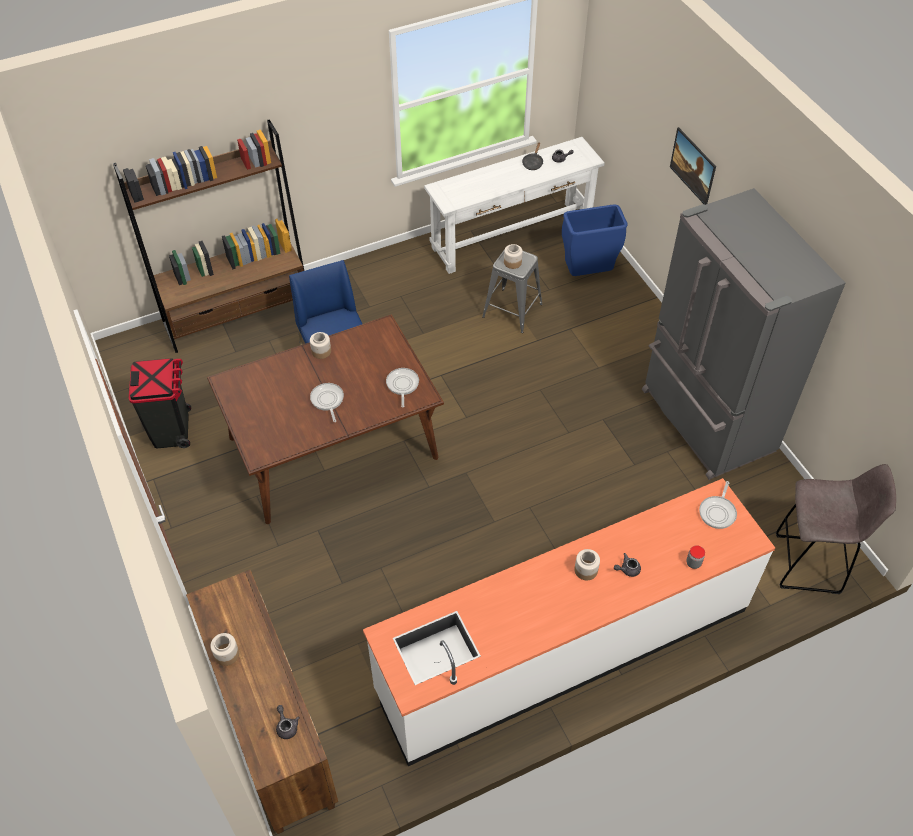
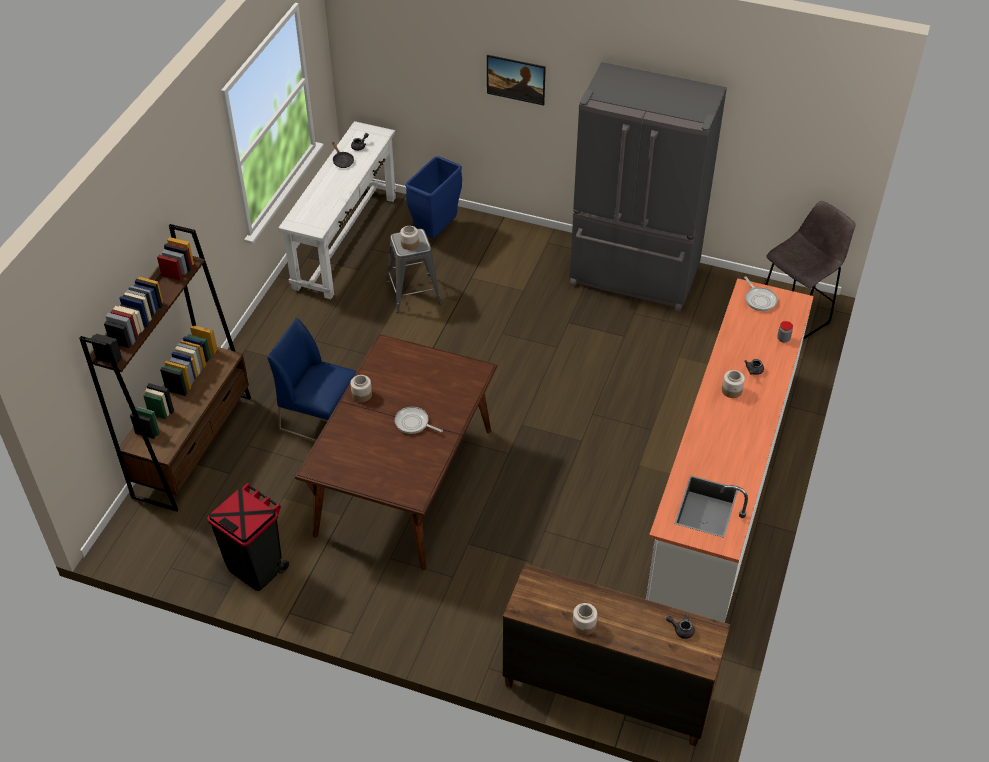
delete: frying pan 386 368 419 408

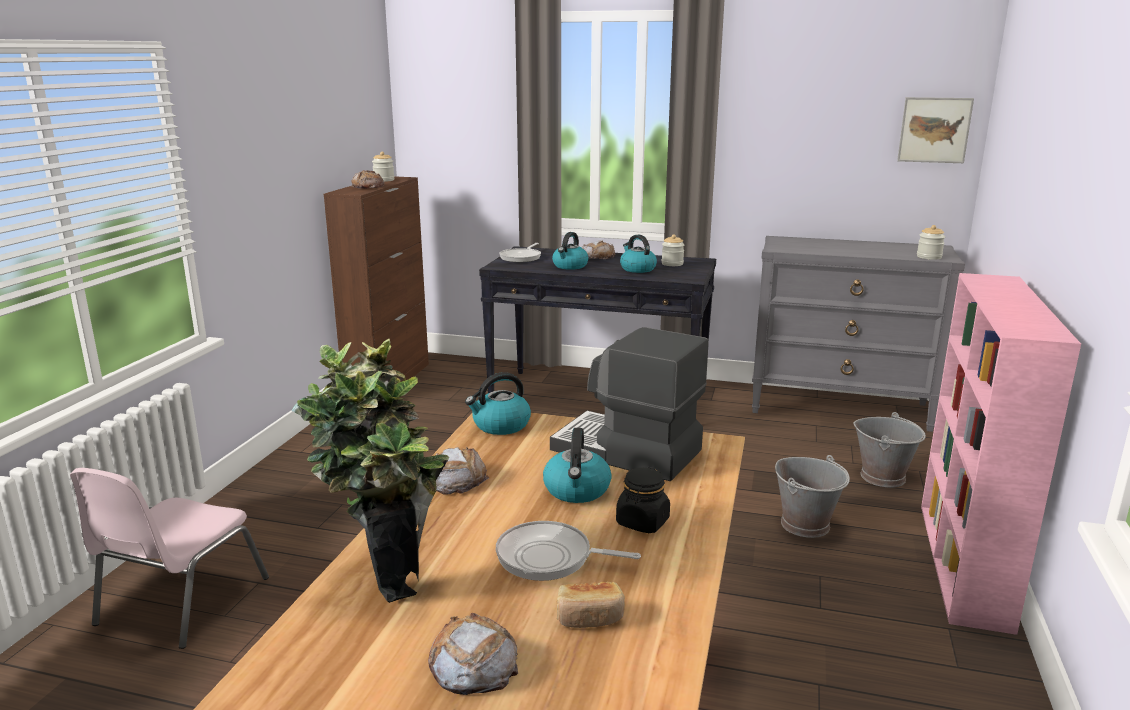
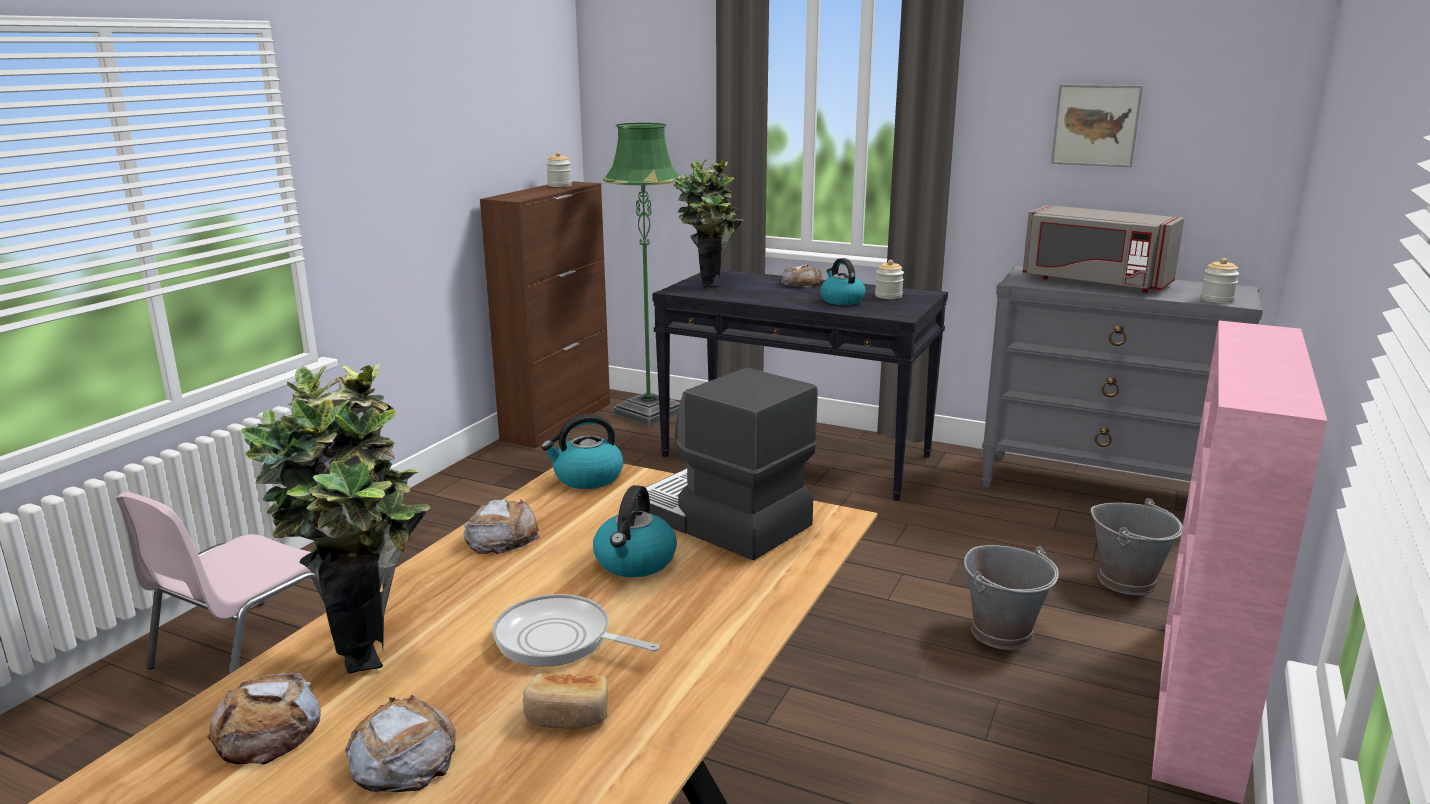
delete: kettle 552 232 588 270; black jar 616 467 670 533
insert: green floor lamp 603 123 682 427; grey microwave 1023 205 1184 293
move: bread 351 170 384 189 to 207 673 321 765; picture 897 97 974 163 to 1051 84 1143 167
replace: frying pan 500 243 541 263 to potted plant 673 159 744 288

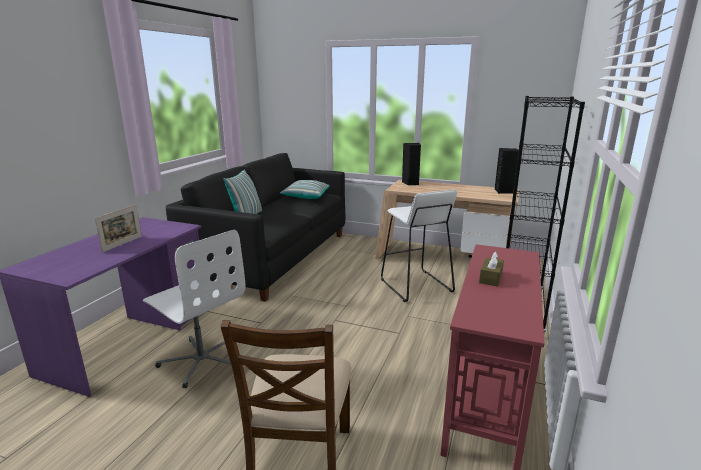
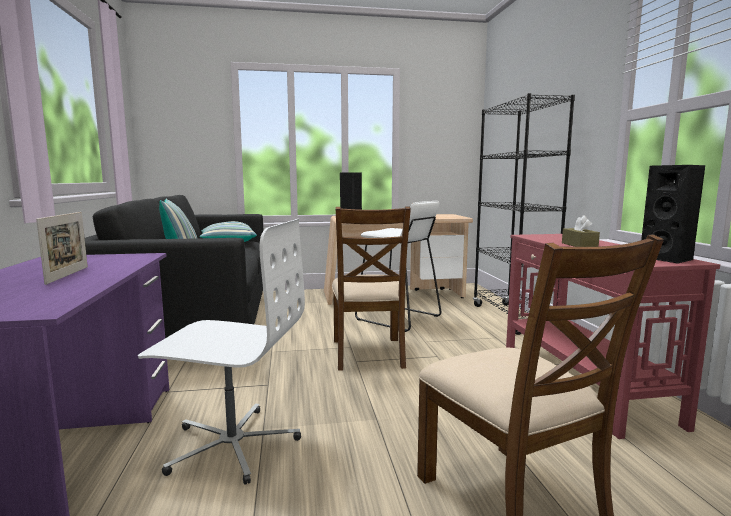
insert: brown chair 332 207 411 371
move: black speaker 495 148 519 194 to 641 165 705 264

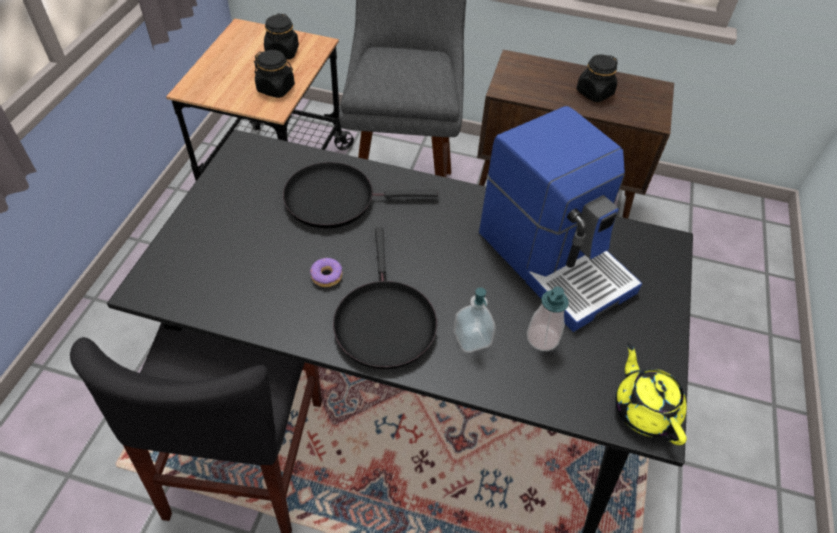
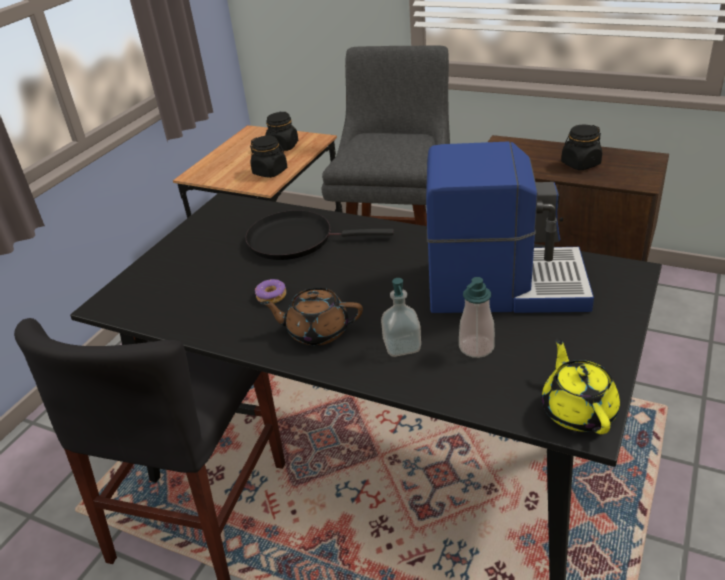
replace: black frying pan 333 228 437 369 to brown teapot 261 288 363 346
rotate: coffee machine 479 106 642 332 = 426 141 594 313 60 degrees counterclockwise

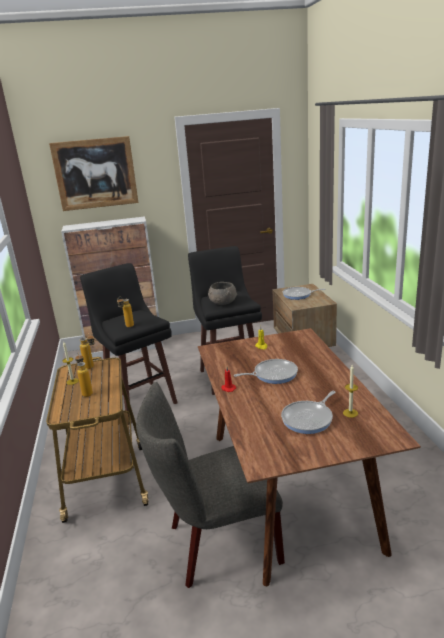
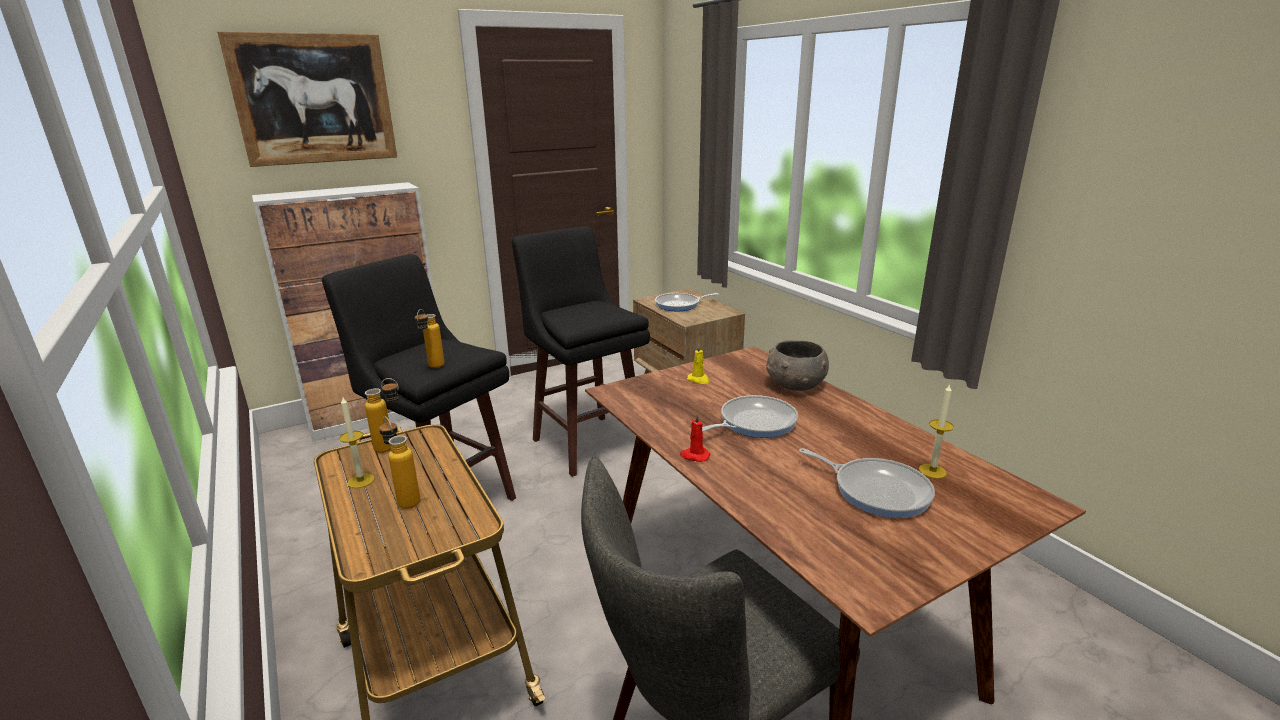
move: grey bowl 208 282 237 305 to 766 340 829 391
rotate: frying pan 281 391 336 434 = 799 448 935 518 75 degrees counterclockwise

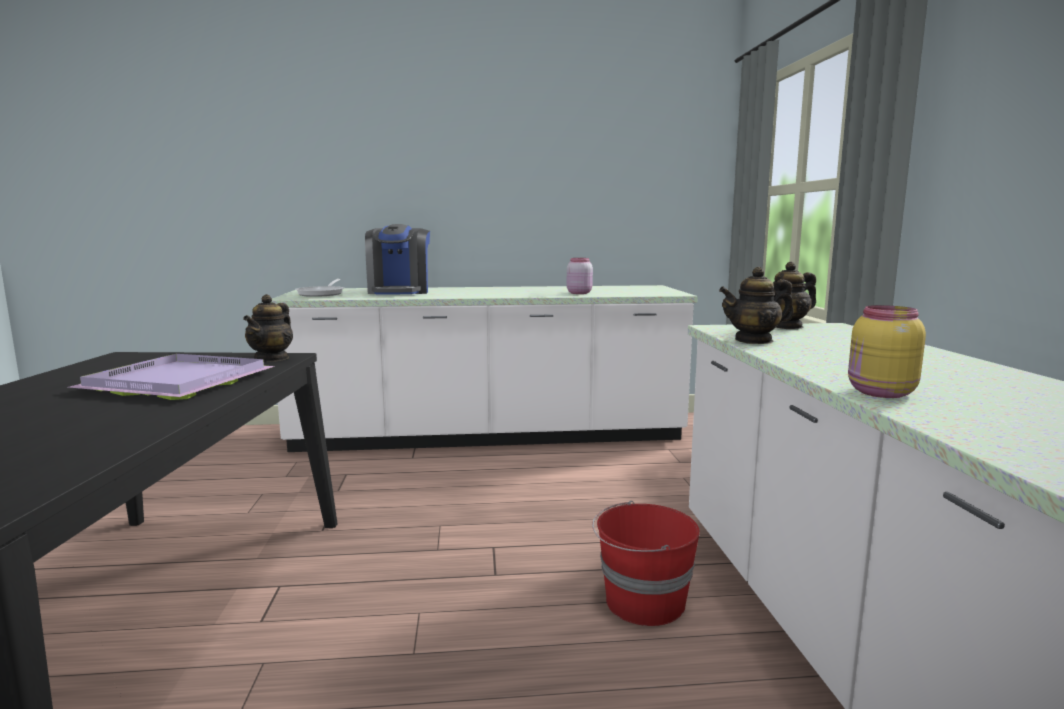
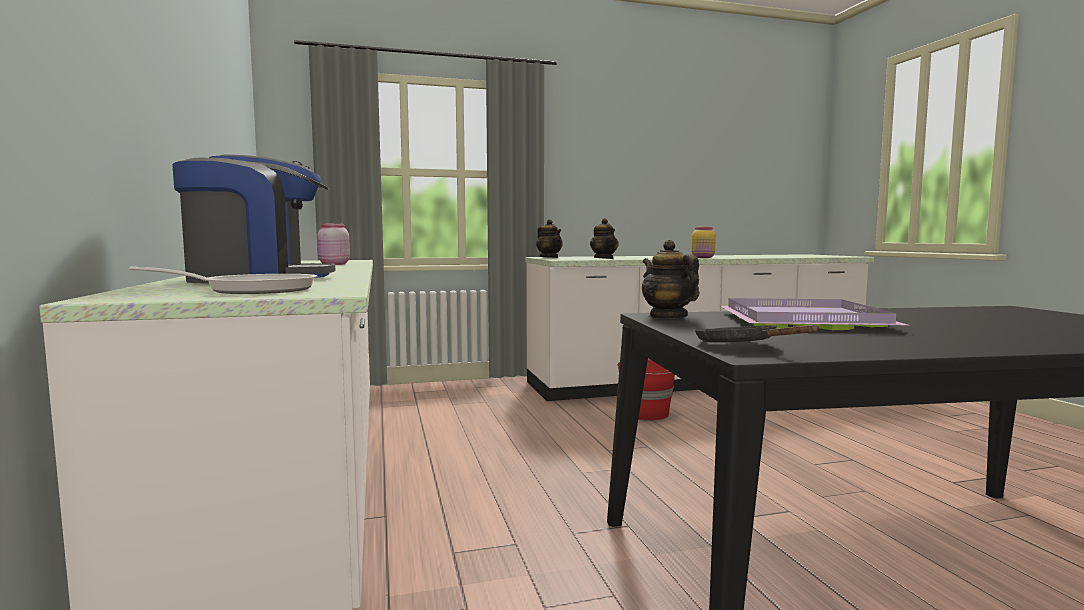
insert: black frying pan 695 325 818 343
rotate: teapot 243 294 293 362 = 642 240 699 319 120 degrees counterclockwise

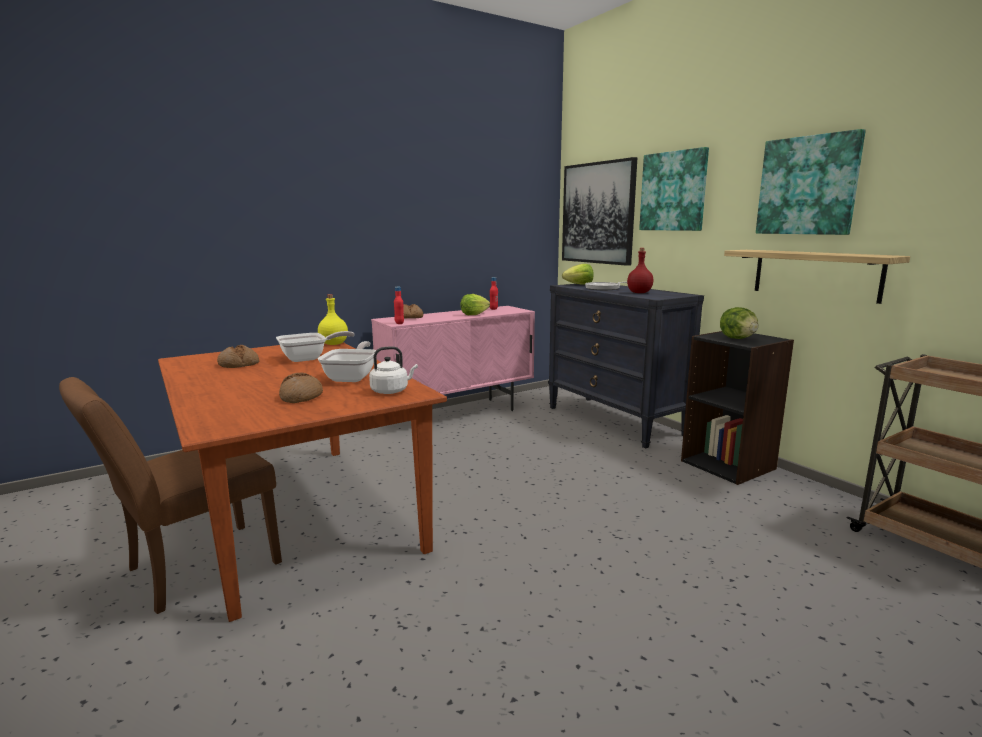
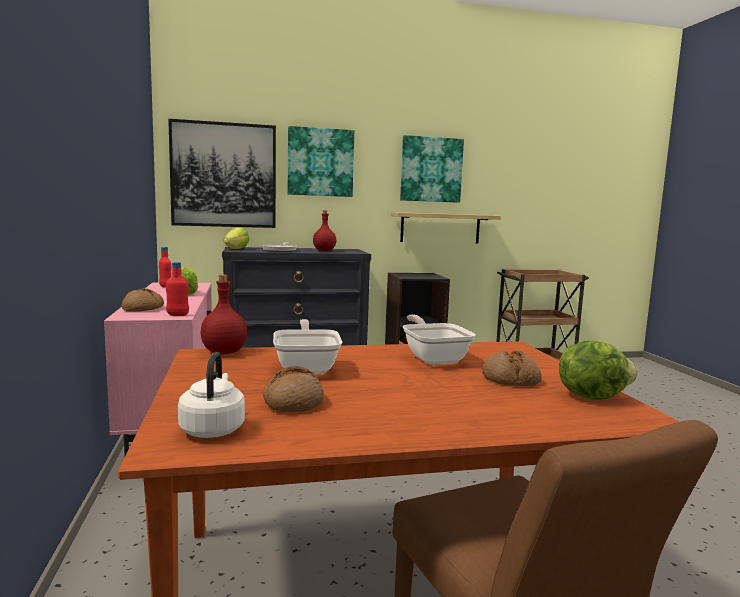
move: white kettle 369 346 418 394 to 178 352 245 438; lettuce 720 307 758 339 to 559 340 638 400
recolor: yellow bottle 318 294 348 345 to red bottle 200 275 247 354
rotate: frying pan 317 341 376 382 = 403 315 476 365 45 degrees clockwise

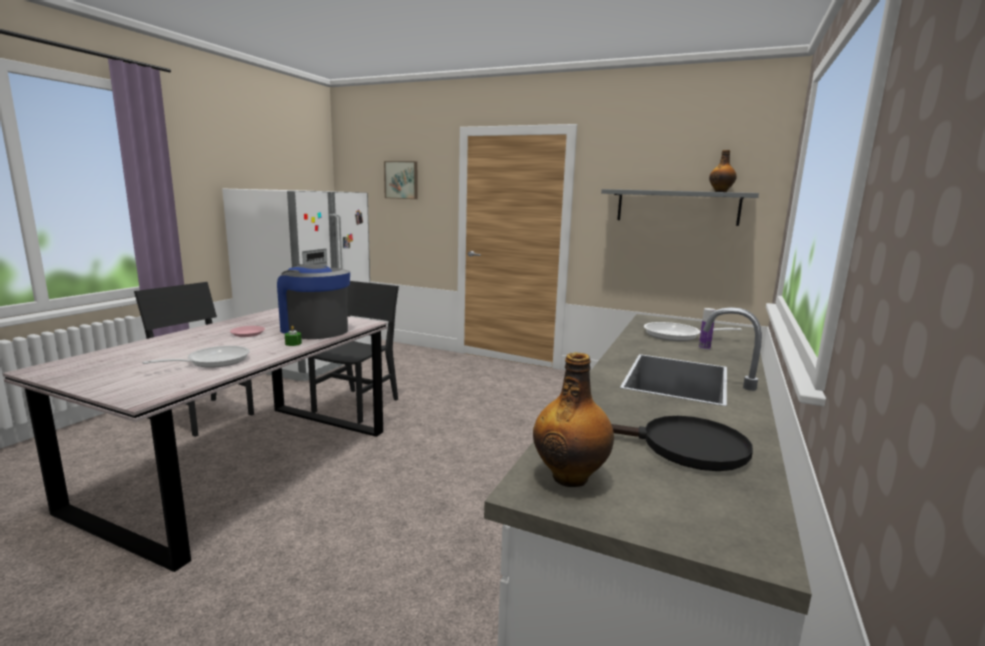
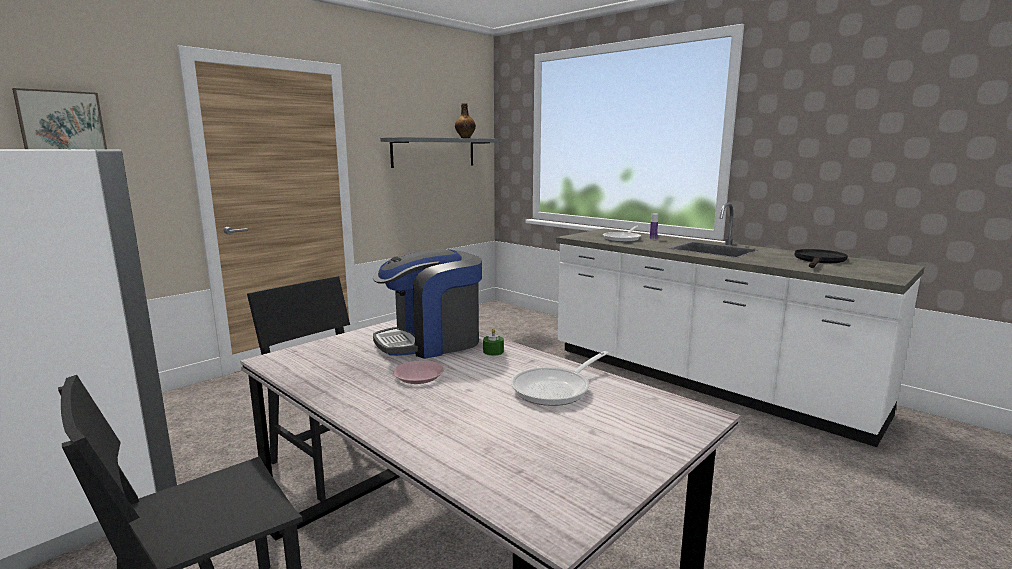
delete: bottle 533 352 614 487
rotate: frying pan 142 346 250 368 = 511 351 609 406 105 degrees counterclockwise

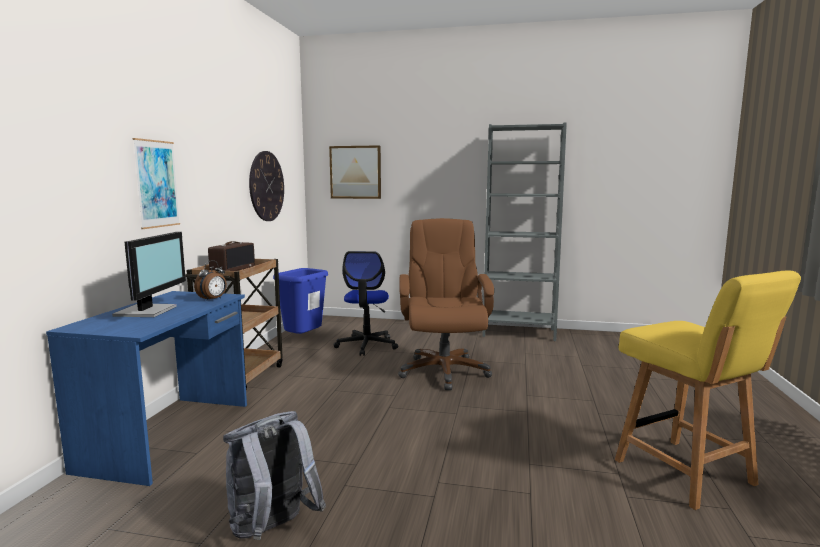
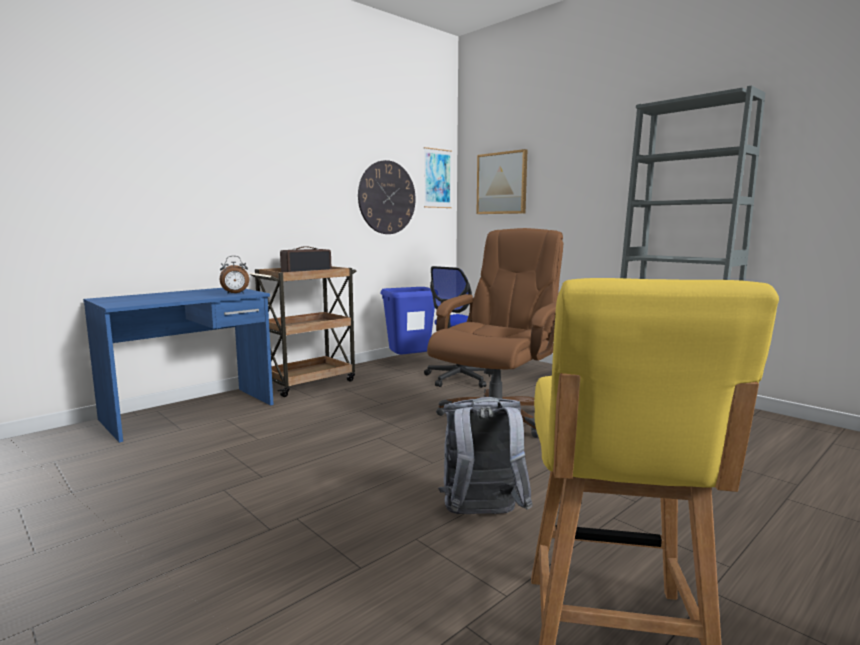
delete: monitor 112 232 186 317
move: picture 133 138 180 229 to 424 147 452 208; grey backpack 223 411 326 540 to 438 397 533 514

